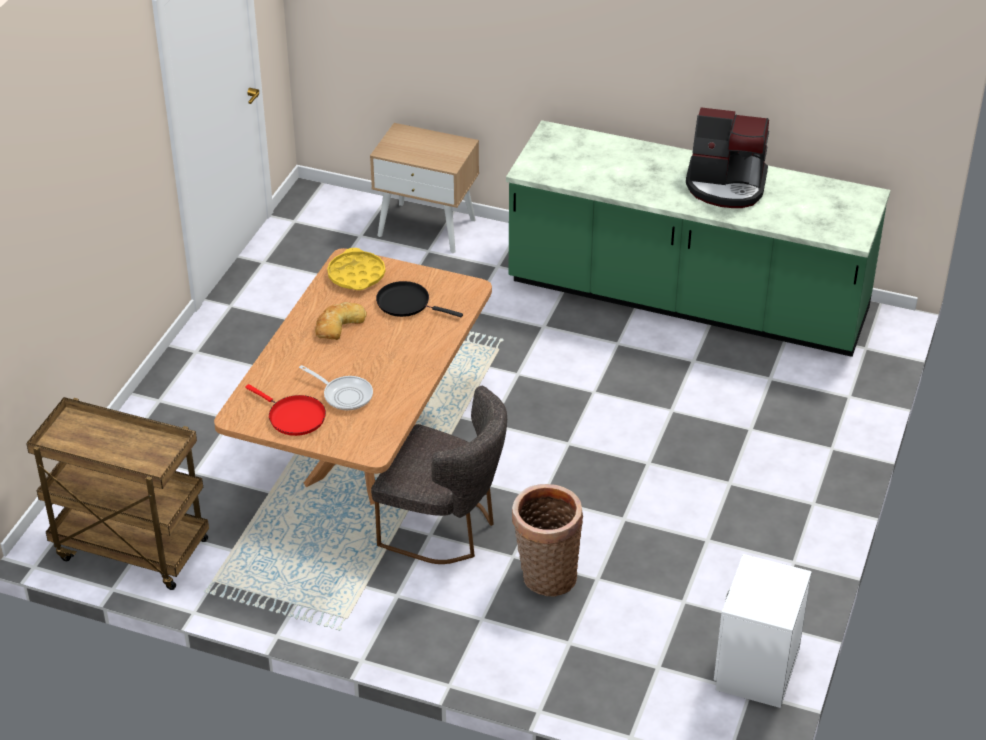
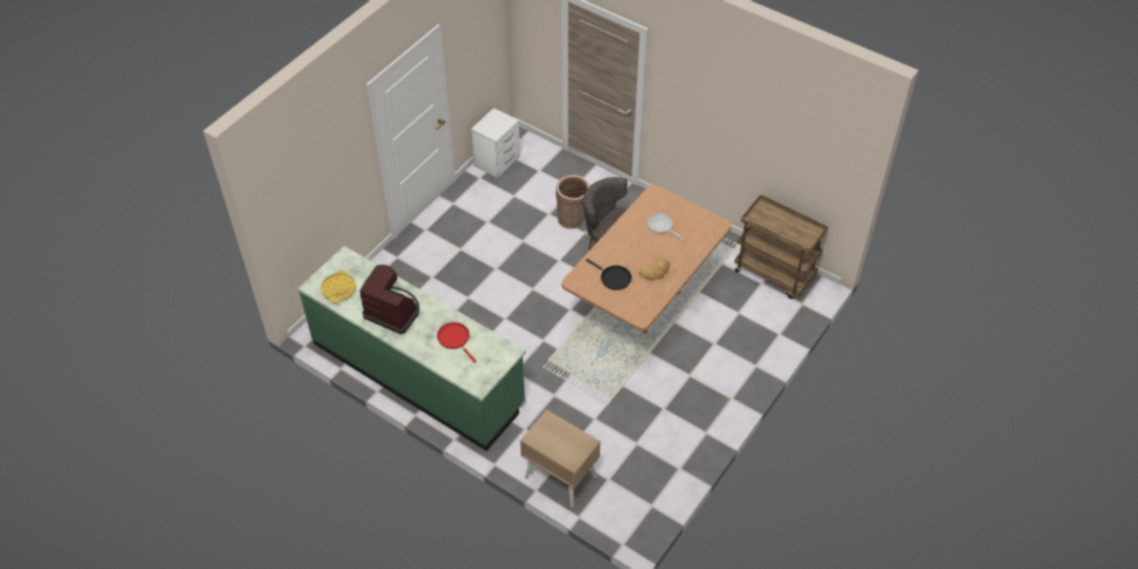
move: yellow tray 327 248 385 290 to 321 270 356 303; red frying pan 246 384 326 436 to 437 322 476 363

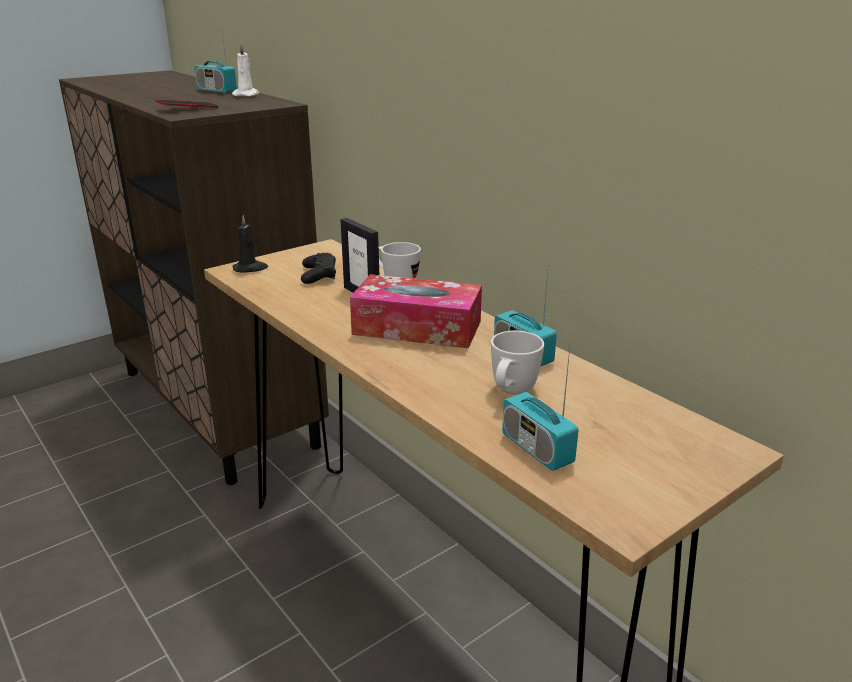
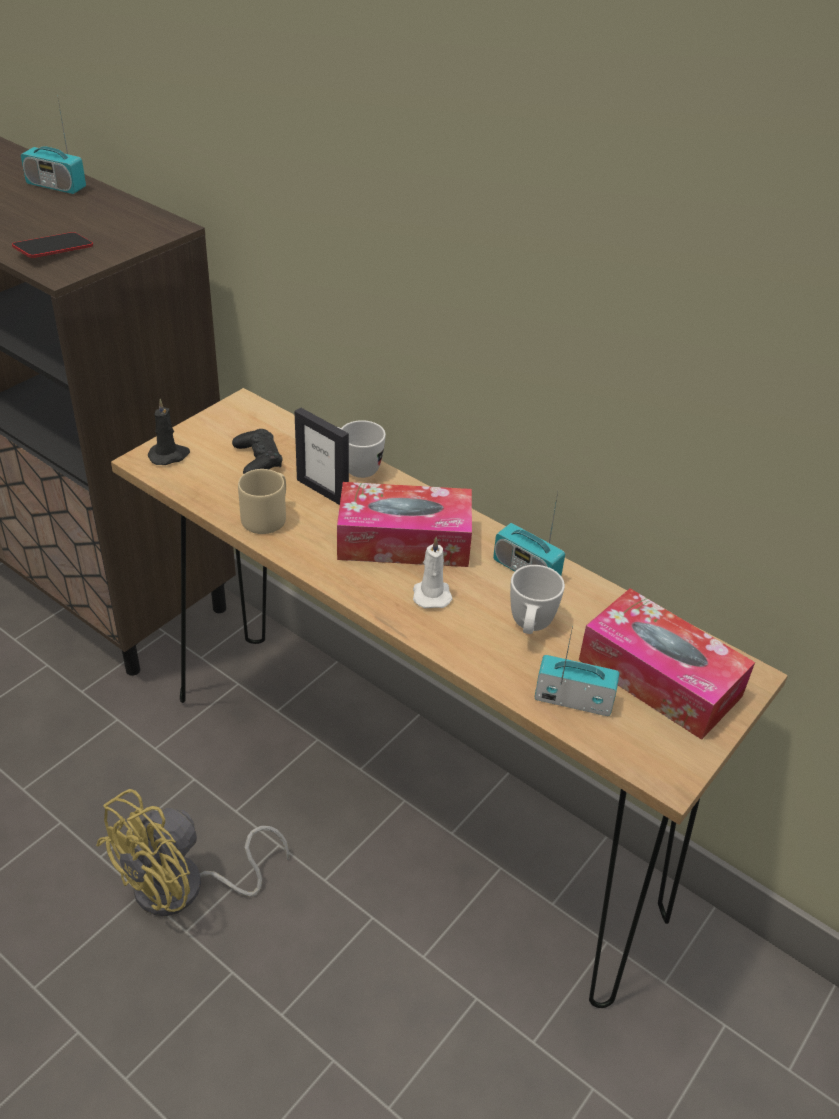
insert: yellow fan 96 789 290 916; beige mug 238 469 286 534; tissue box 579 588 755 740
move: white candle 232 43 259 97 to 413 537 453 608
rotate: radio 502 348 579 471 = 535 626 619 716 150 degrees clockwise

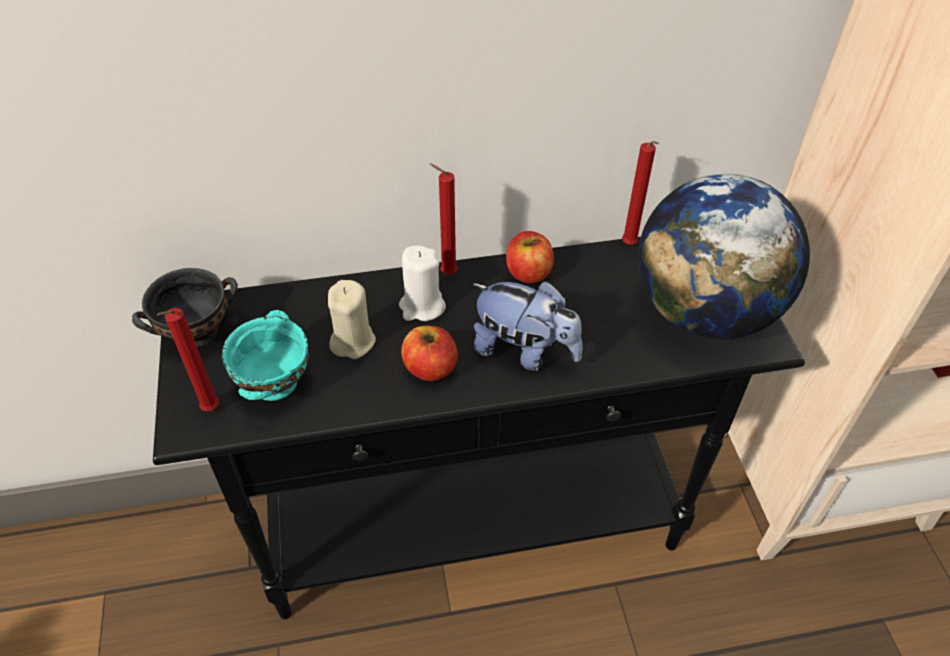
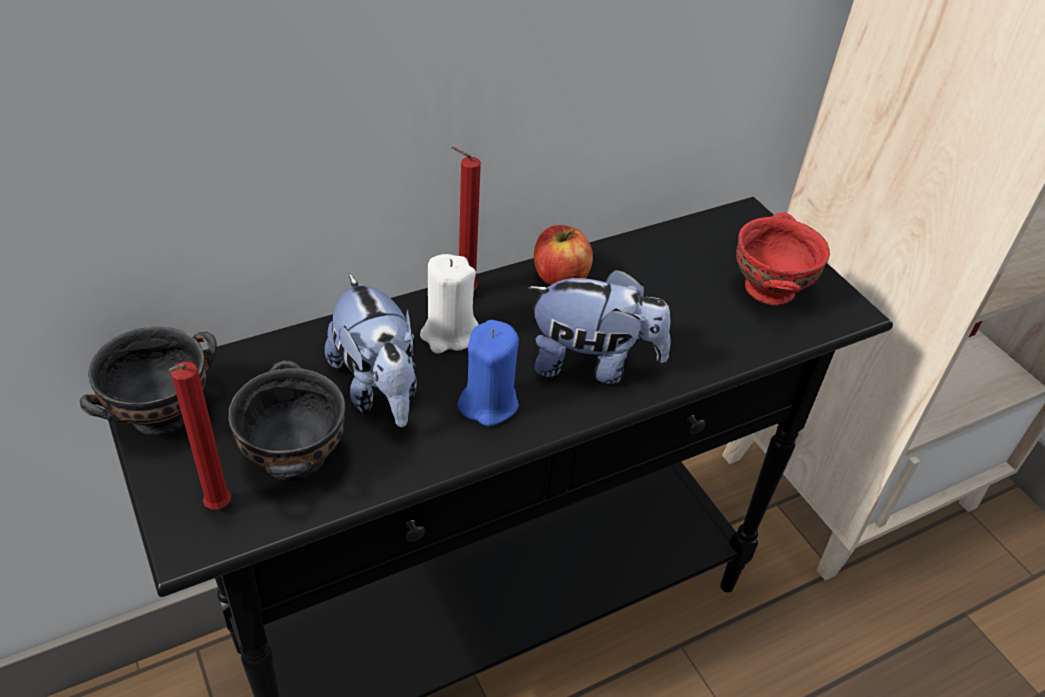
delete: red candle 622 141 659 245
replace: beige candle 328 280 376 359 to plush toy 325 273 417 427; apple 401 326 458 381 to blue candle 458 320 519 426; globe 638 174 810 339 to red bowl 736 213 830 306
recolor: turquoise bowl 222 310 308 401 to black bowl 228 360 346 481

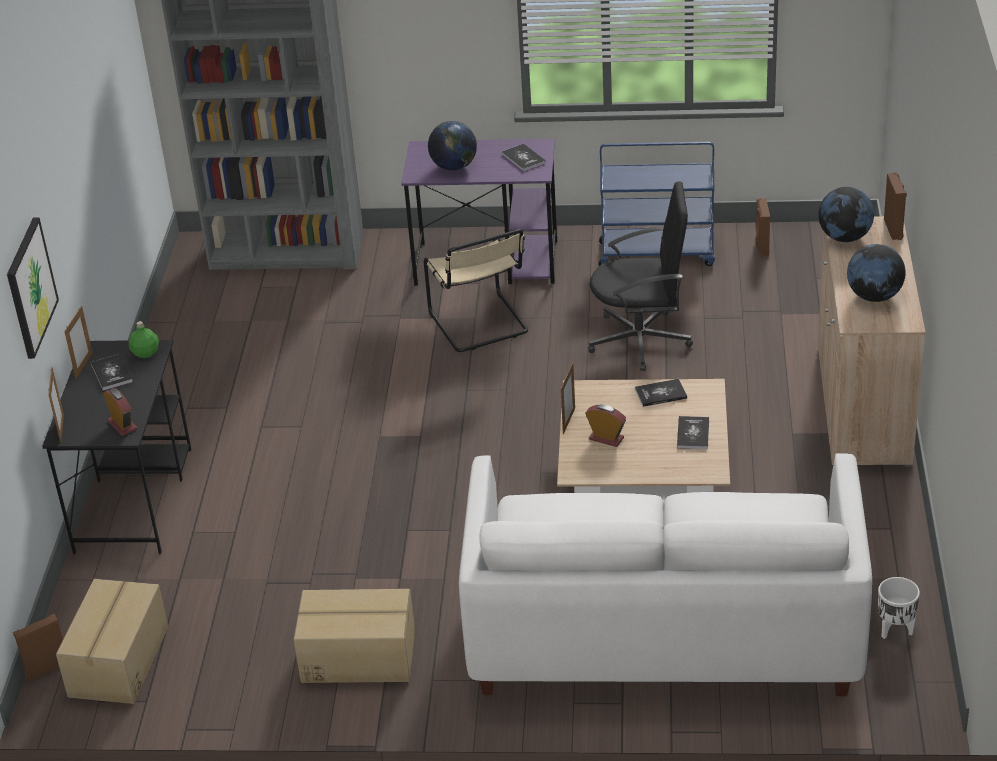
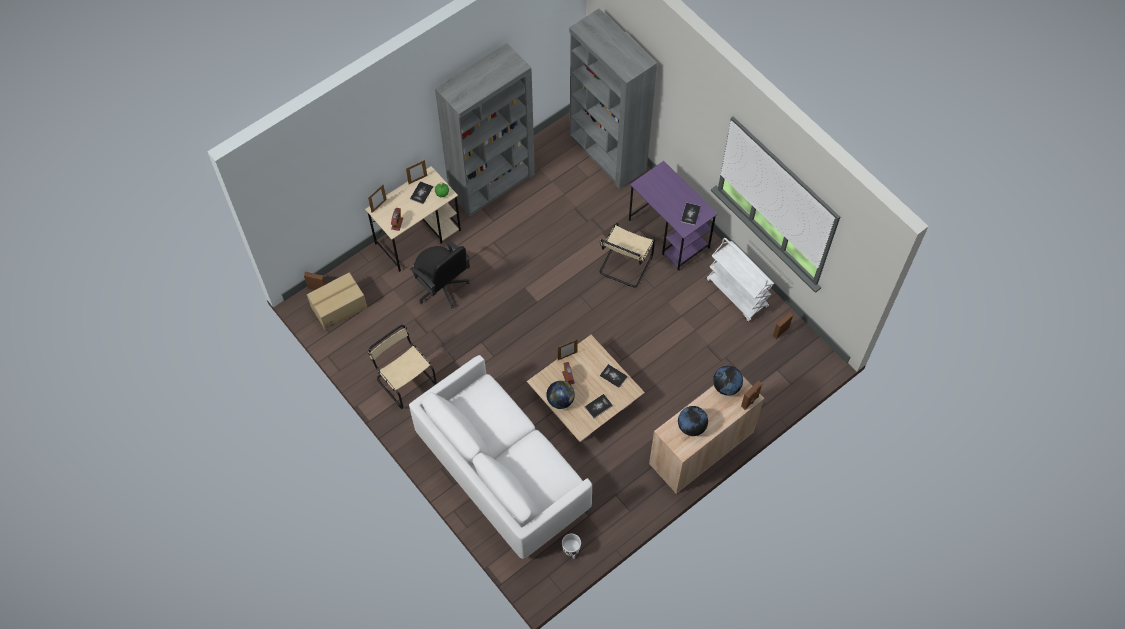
delete: picture 7 217 59 359
insert: grey bookcase 435 43 535 216
move: black office chair 588 182 693 371 to 410 240 470 308; globe 428 121 477 171 to 546 381 575 409
replace: cardboard box 294 589 415 683 to beige chair 368 325 437 409
recolor: black desk 42 340 192 554 to beige desk 365 166 461 272; blue cart 598 142 715 266 to white cart 706 238 774 322

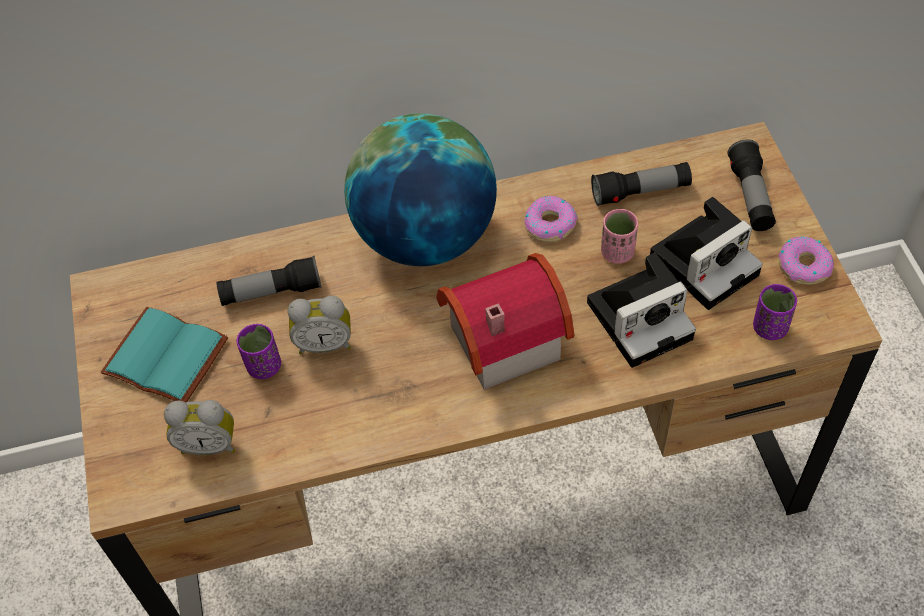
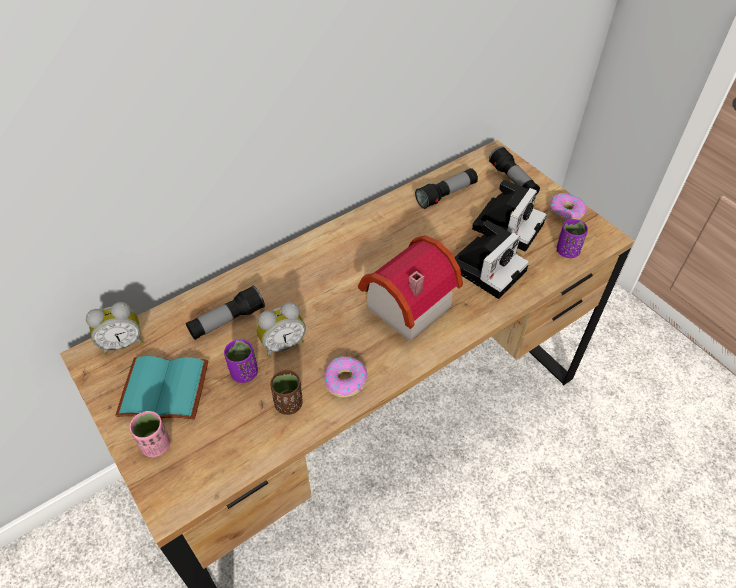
delete: globe 344 113 497 266
insert: brown cup 270 370 303 415
move: alarm clock 164 400 235 455 to 86 302 144 354; pink cup 601 209 638 264 to 129 411 170 457; donut 524 196 578 242 to 324 356 367 397

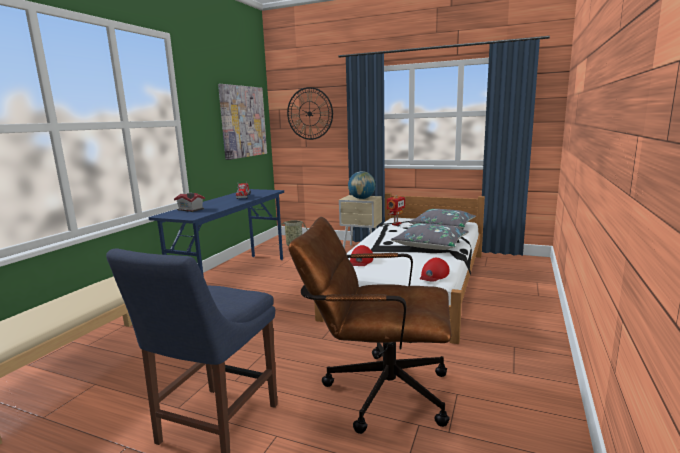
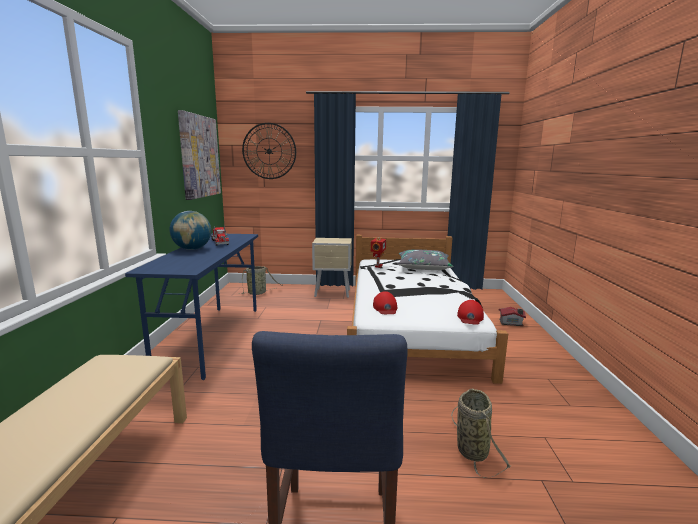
delete: grey pillow 391 223 469 250
move: globe 348 171 376 199 to 169 211 211 250; toy house 174 193 205 212 to 499 307 526 326
replace: brown office chair 289 217 451 434 to basket 451 389 511 478

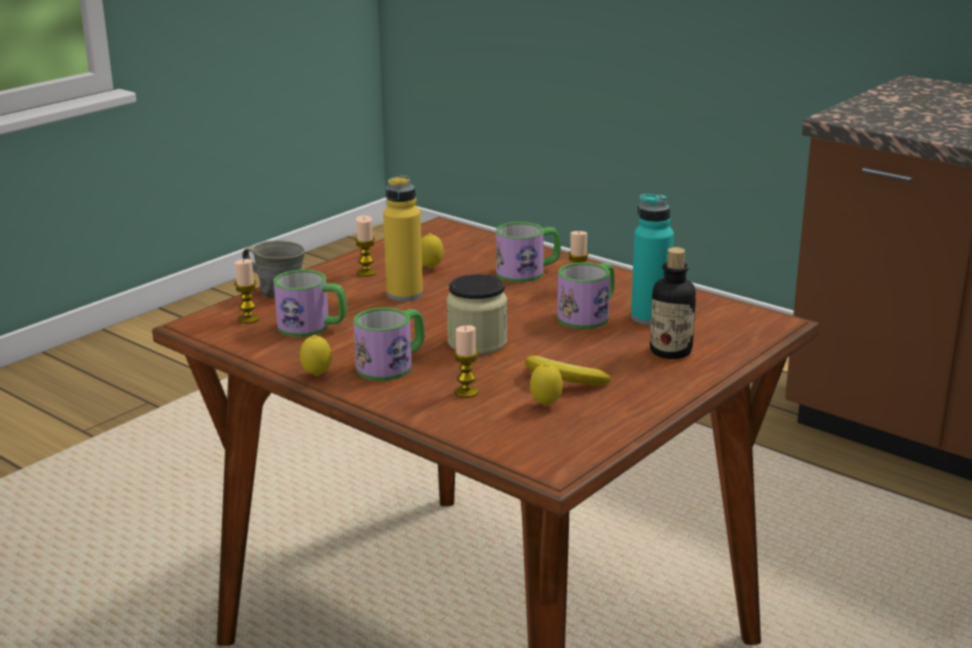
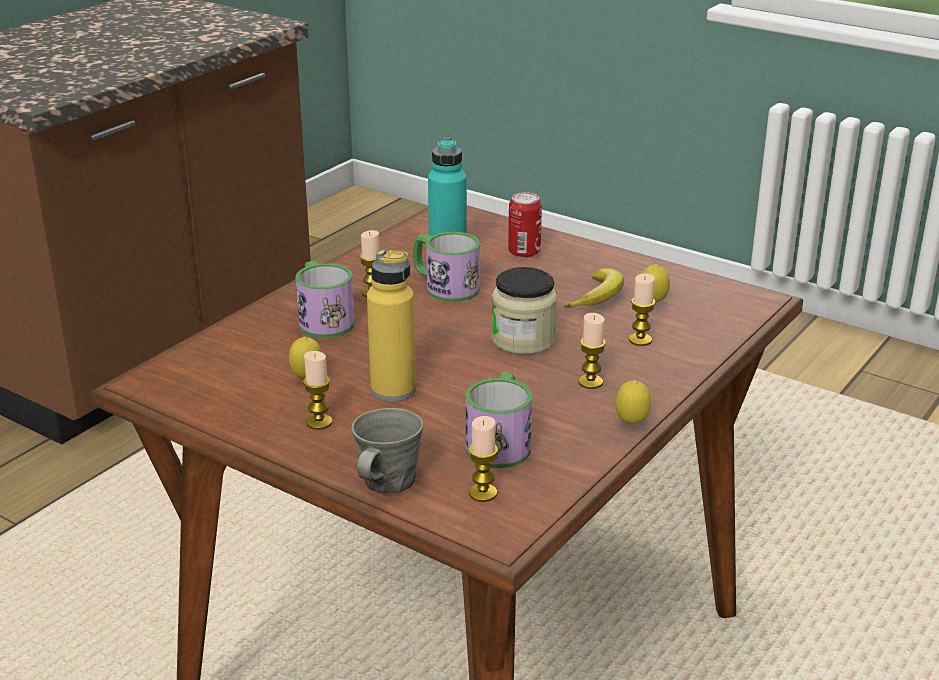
replace: bottle 650 247 696 359 to can 508 192 542 258; mug 353 308 425 381 to candle 578 313 606 389

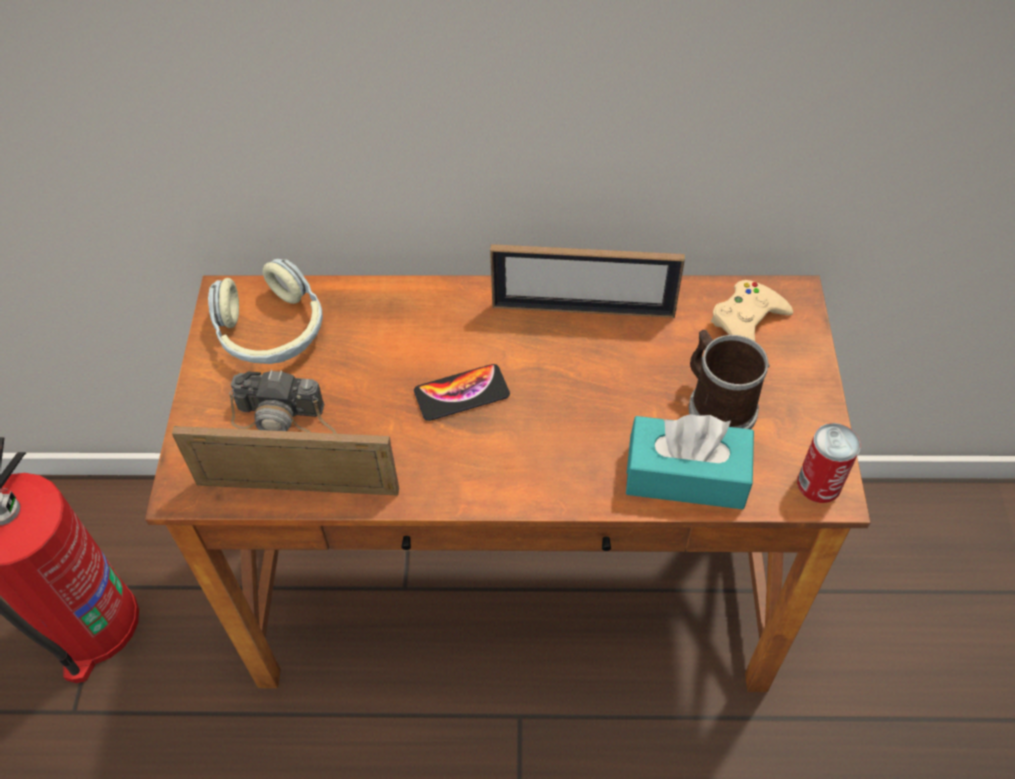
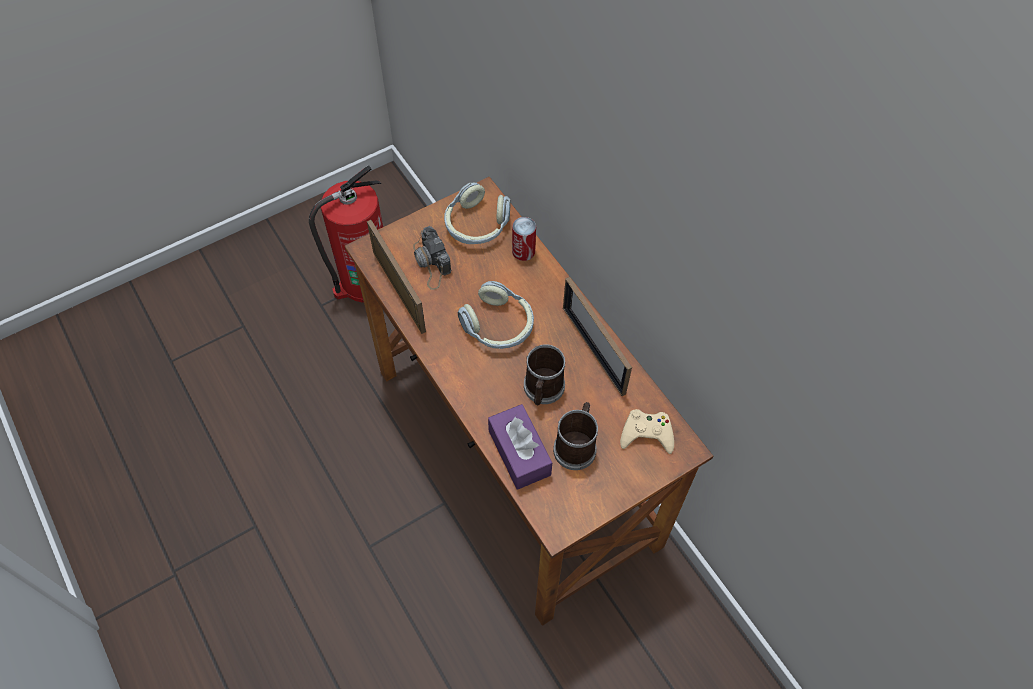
insert: mug 524 344 565 405
move: can 797 423 860 503 to 512 217 536 261
replace: phone 414 364 510 421 to headphones 457 281 534 349
recolor: turquoise tissue box 626 414 754 509 to purple tissue box 488 404 552 490

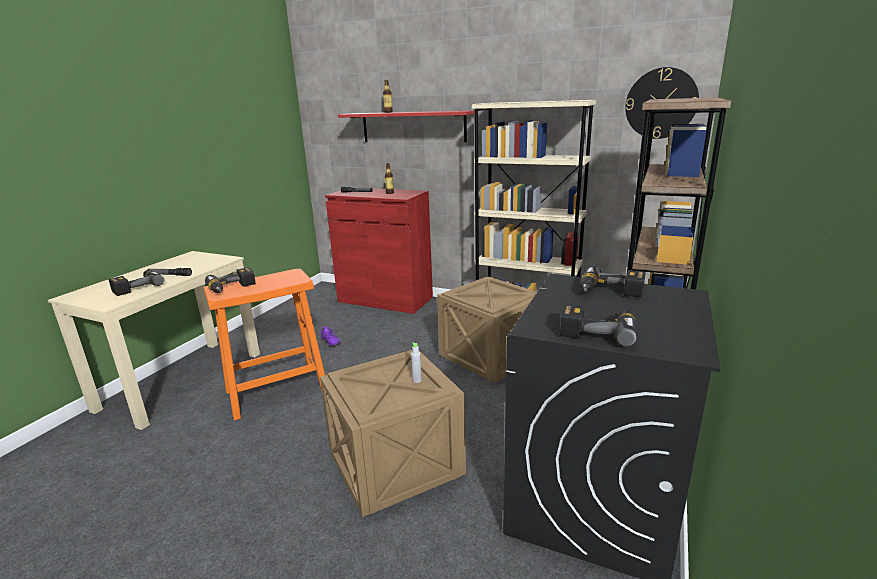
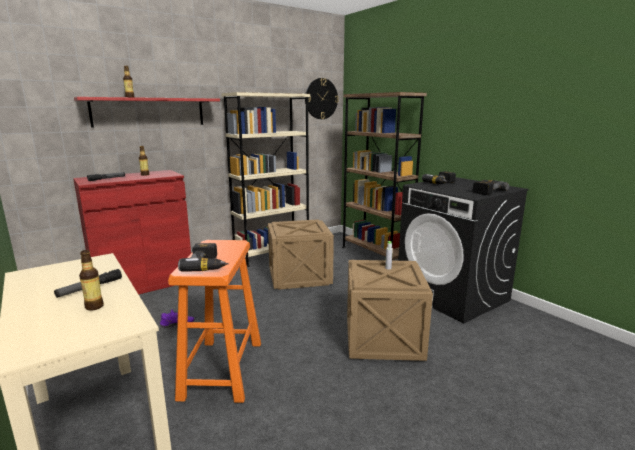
replace: power drill 108 270 164 296 to bottle 79 250 104 311

